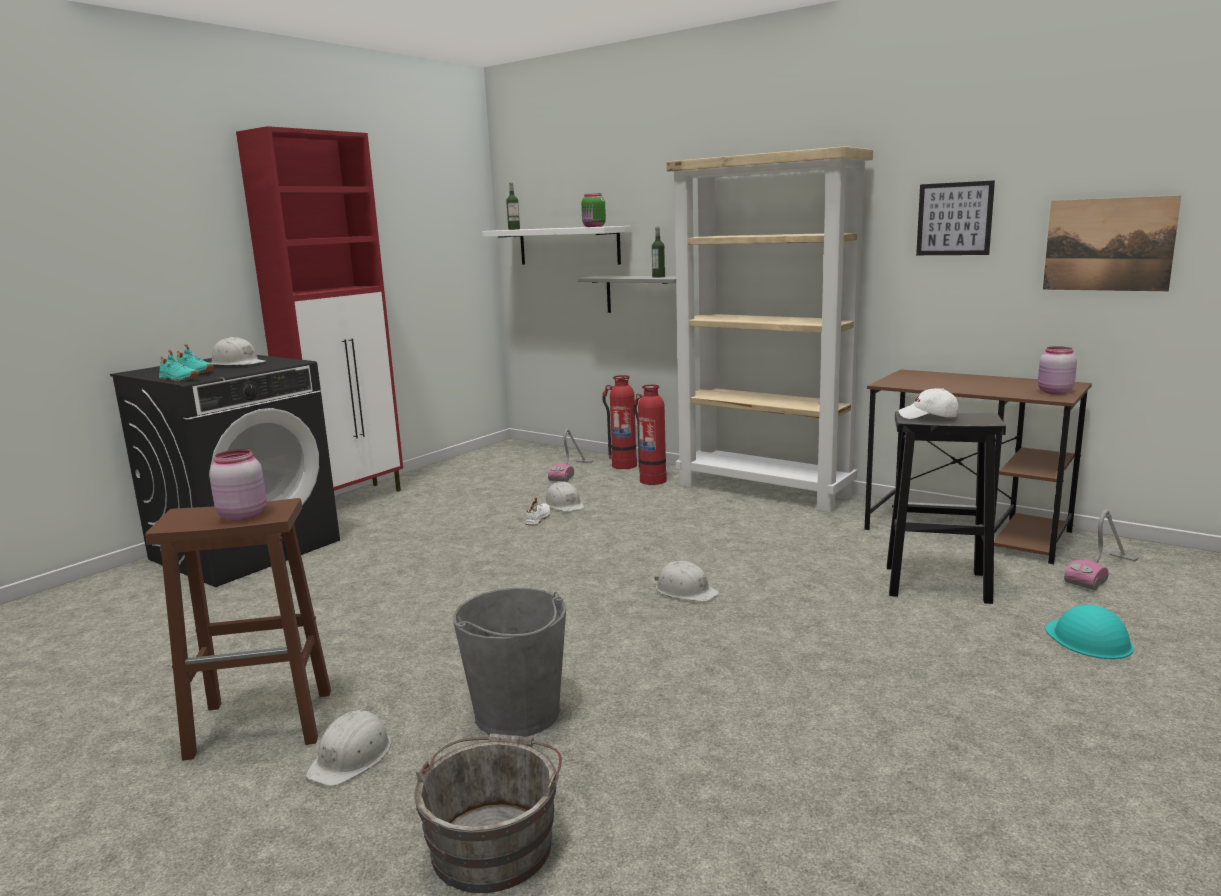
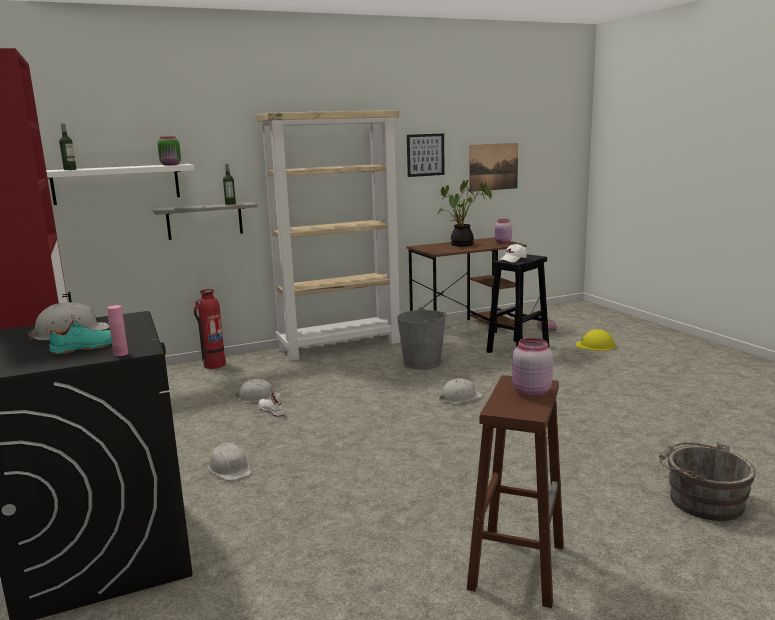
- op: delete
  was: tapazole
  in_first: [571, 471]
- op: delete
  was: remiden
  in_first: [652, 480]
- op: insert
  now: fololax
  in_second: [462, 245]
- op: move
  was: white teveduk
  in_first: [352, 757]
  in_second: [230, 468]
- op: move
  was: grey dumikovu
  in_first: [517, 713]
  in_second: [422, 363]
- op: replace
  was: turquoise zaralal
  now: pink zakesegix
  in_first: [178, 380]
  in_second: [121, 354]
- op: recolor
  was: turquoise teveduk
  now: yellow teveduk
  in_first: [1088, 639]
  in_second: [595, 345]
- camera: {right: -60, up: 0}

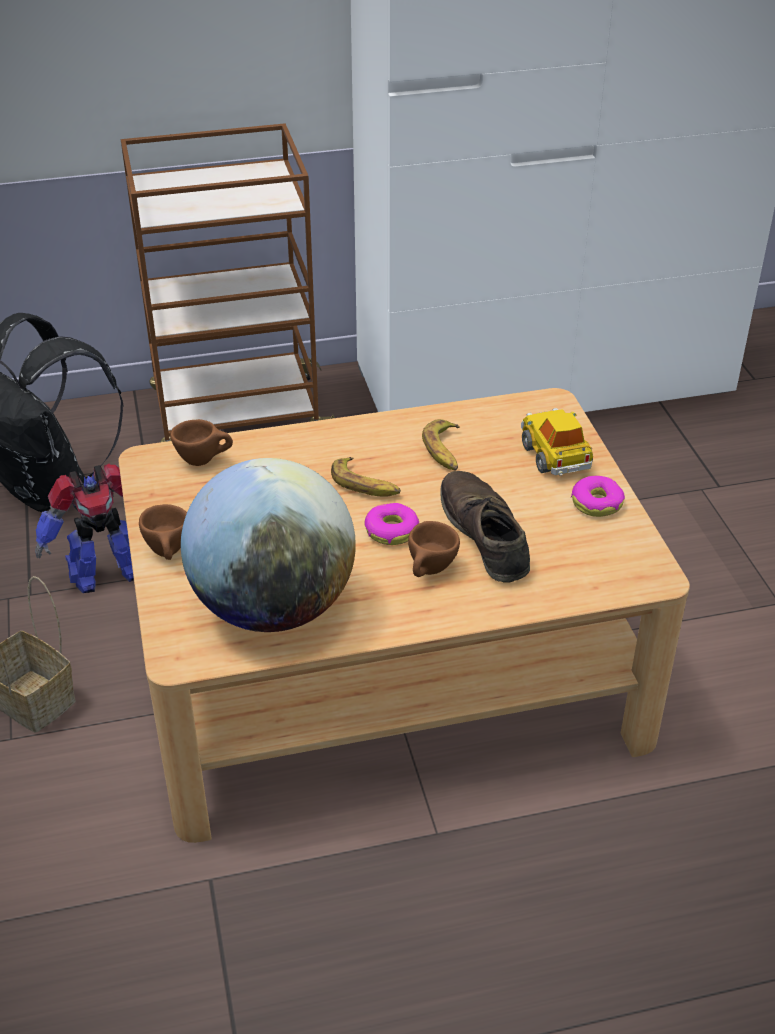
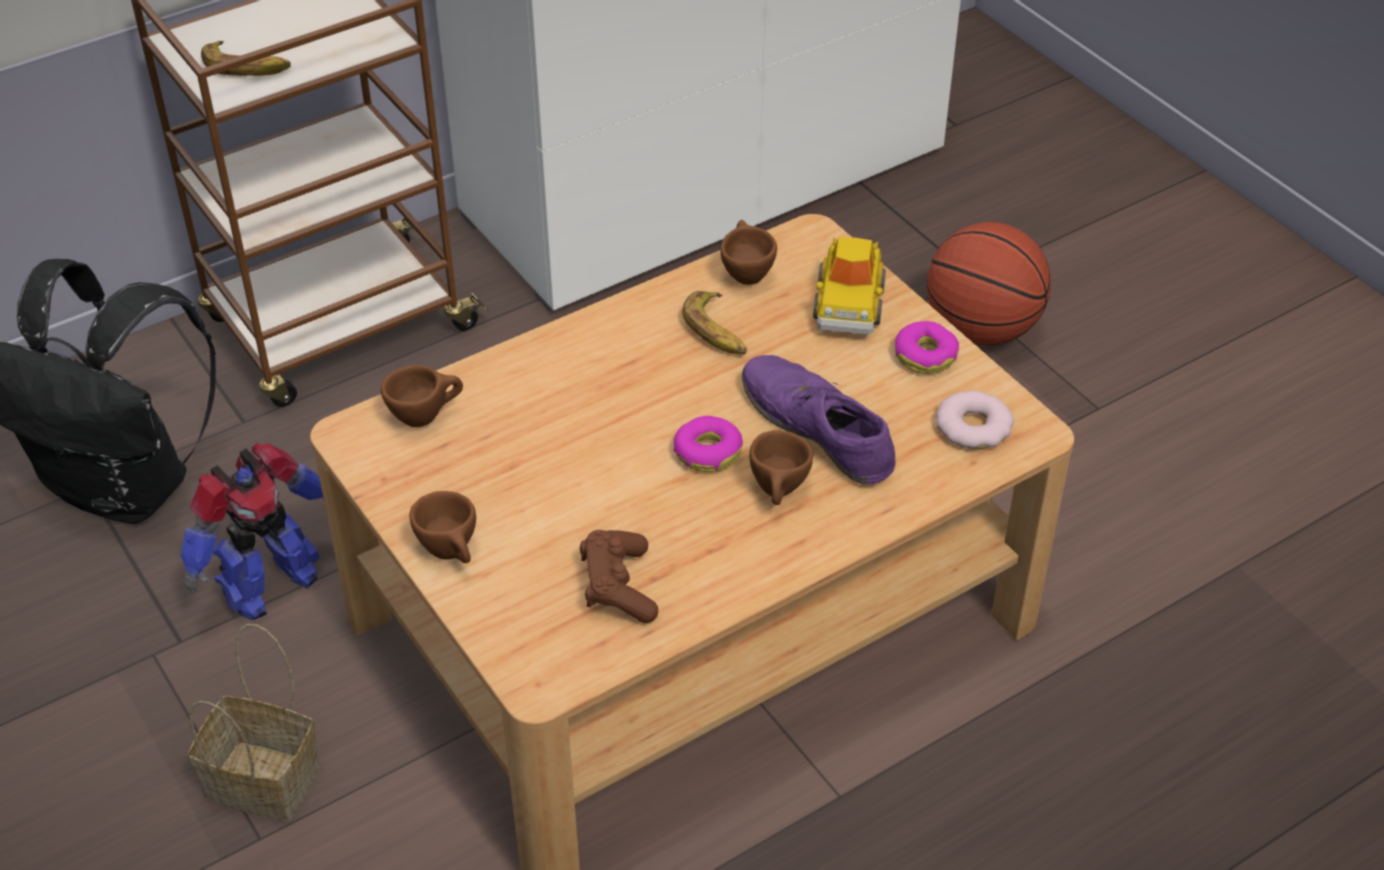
- op: insert
  now: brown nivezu
  in_second: [745, 273]
- op: insert
  now: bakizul
  in_second: [982, 329]
- op: insert
  now: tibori
  in_second: [973, 426]
- op: move
  was: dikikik
  in_first: [365, 485]
  in_second: [247, 67]
- op: replace
  was: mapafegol
  now: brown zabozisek
  in_first: [273, 607]
  in_second: [618, 587]
- op: recolor
  was: brown zaralal
  now: purple zaralal
  in_first: [484, 534]
  in_second: [817, 428]
- op: rotate
  was: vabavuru
  in_first: [555, 454]
  in_second: [848, 304]
  clockwise: -135
- camera: {right: -20, up: 5}

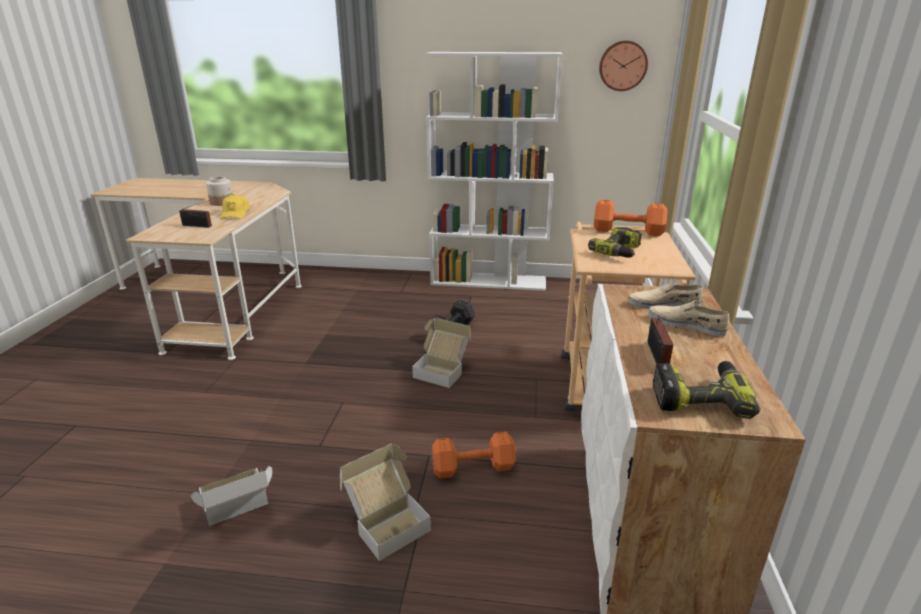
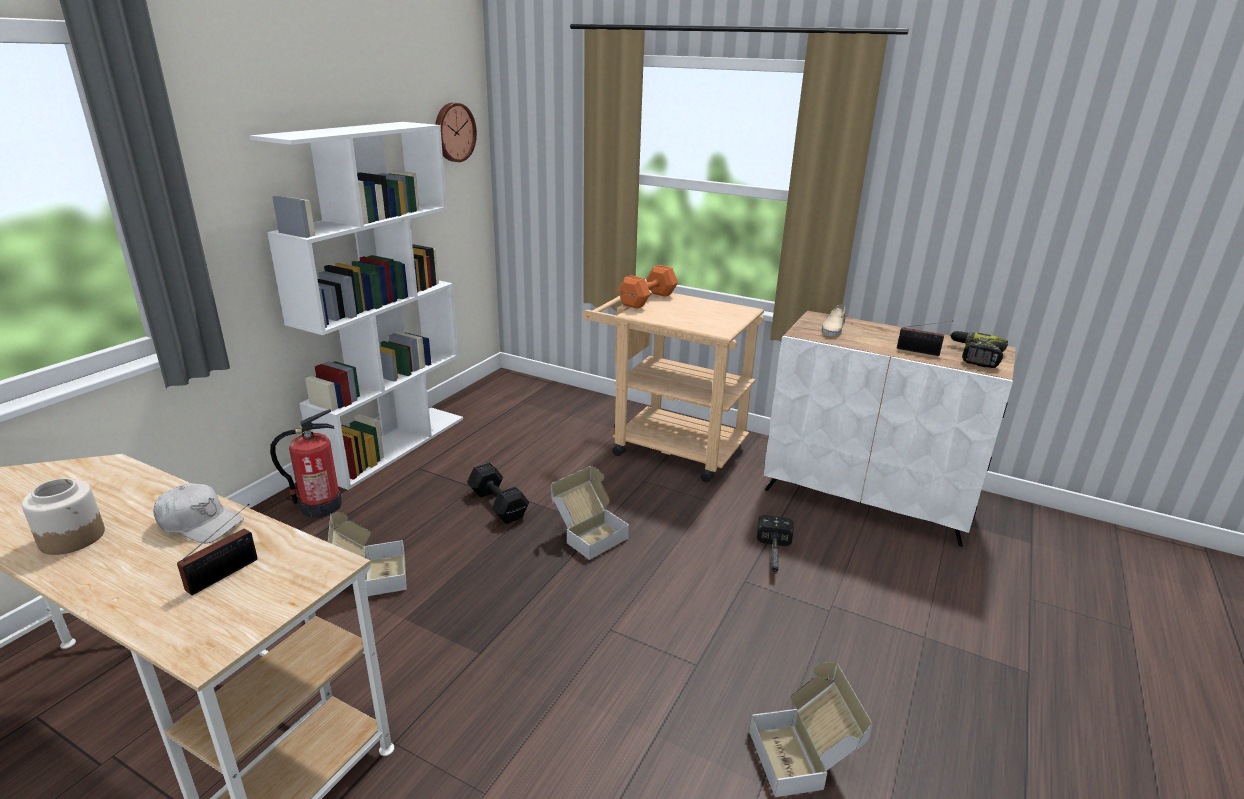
- op: delete
  was: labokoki
  in_first: [619, 252]
- op: delete
  was: beige zaralal
  in_first: [686, 324]
- op: insert
  now: remiden
  in_second: [320, 506]
- op: move
  was: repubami
  in_first: [386, 522]
  in_second: [370, 577]
- op: replace
  was: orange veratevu
  now: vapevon
  in_first: [475, 468]
  in_second: [773, 556]
- op: recolor
  was: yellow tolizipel
  now: white tolizipel
  in_first: [235, 214]
  in_second: [200, 523]
- camera: {right: -70, up: 0}

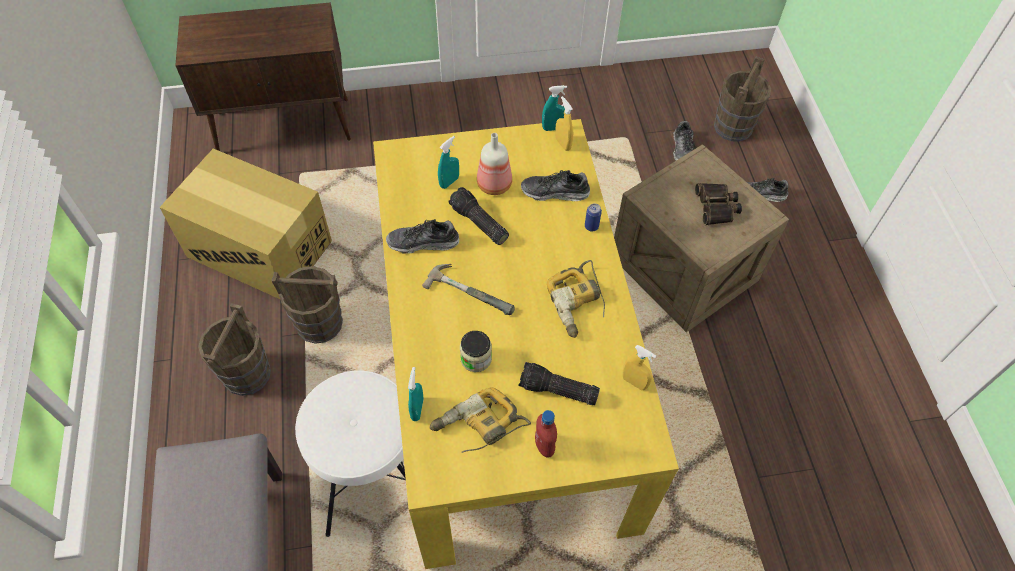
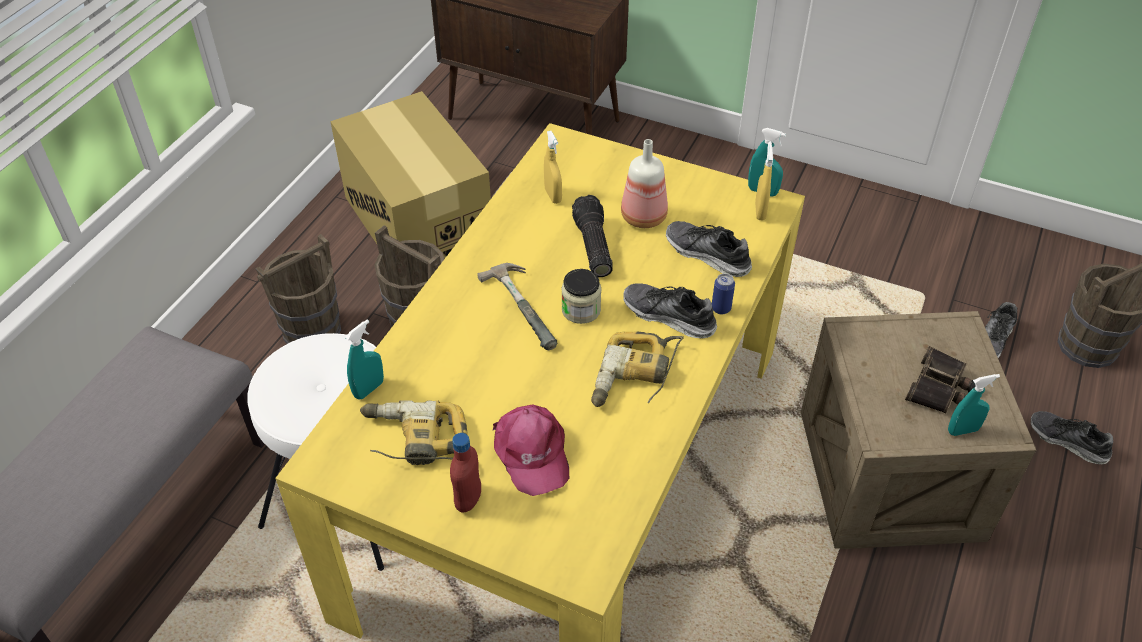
- op: move
  was: zaralal
  in_first: [423, 243]
  in_second: [669, 317]
- op: move
  was: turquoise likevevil
  in_first: [449, 182]
  in_second: [963, 430]
- op: move
  was: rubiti
  in_first: [476, 358]
  in_second: [581, 310]
- op: move
  was: yellow likevevil
  in_first: [634, 382]
  in_second: [553, 196]
- op: replace
  was: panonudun
  now: pink tolizipel
  in_first: [557, 391]
  in_second: [531, 453]
- camera: {right: 35, up: -10}

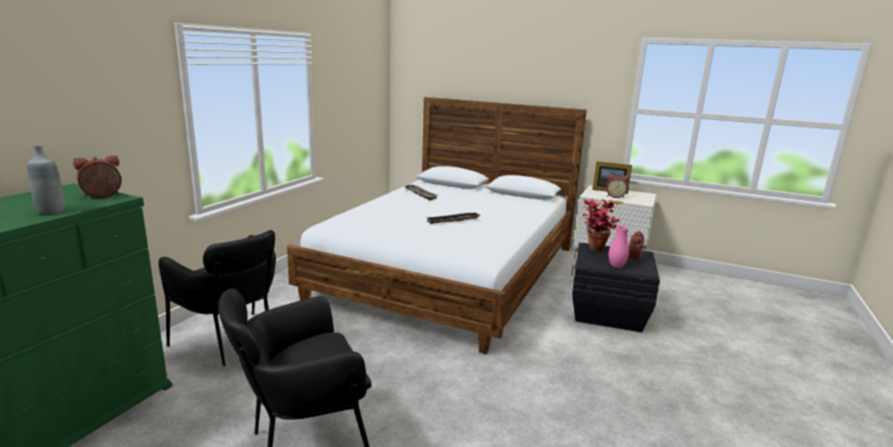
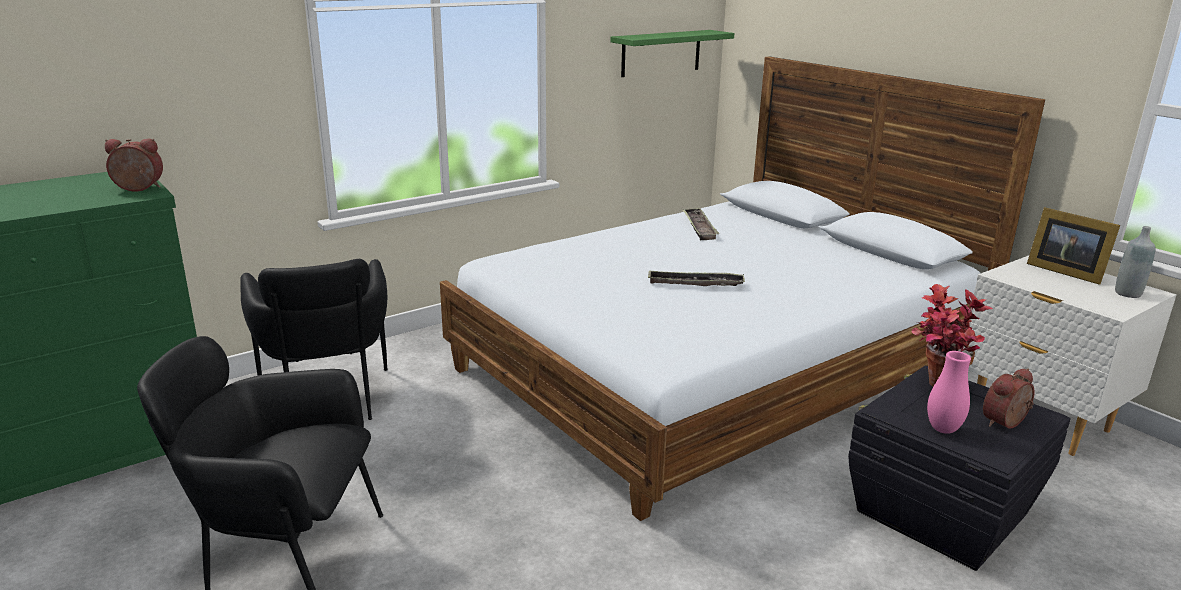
- op: delete
  was: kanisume
  in_first: [615, 196]
- op: insert
  now: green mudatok
  in_second: [661, 53]
- op: move
  was: grey zakesegix
  in_first: [51, 211]
  in_second: [1127, 293]
- camera: {right: 30, up: 5}

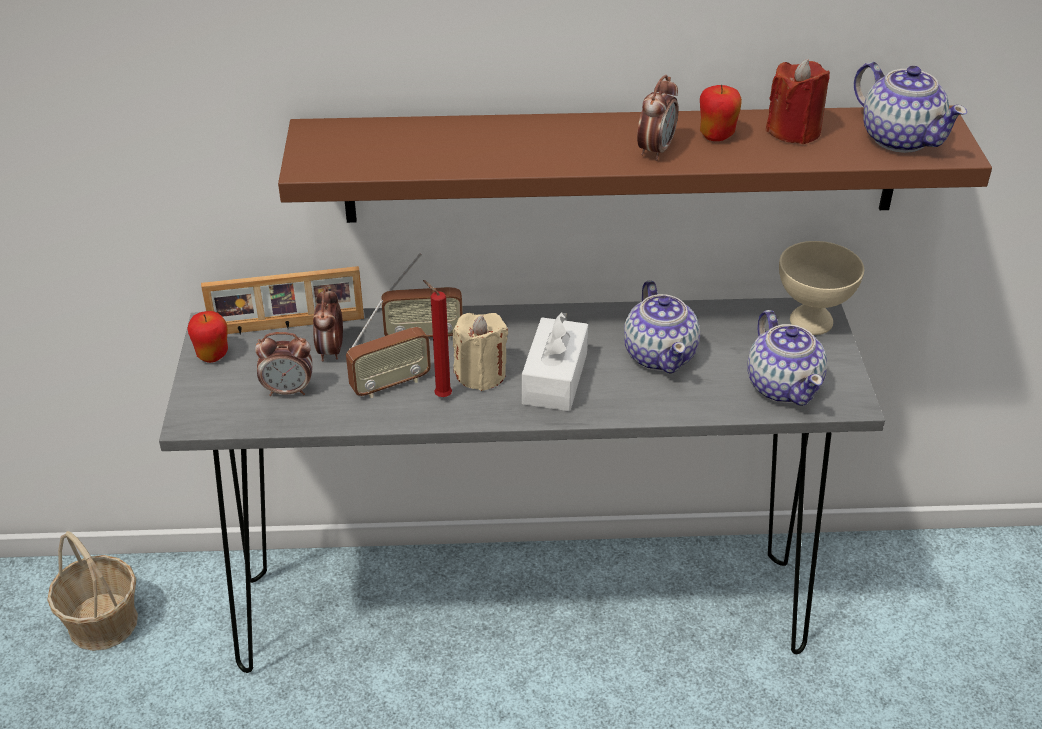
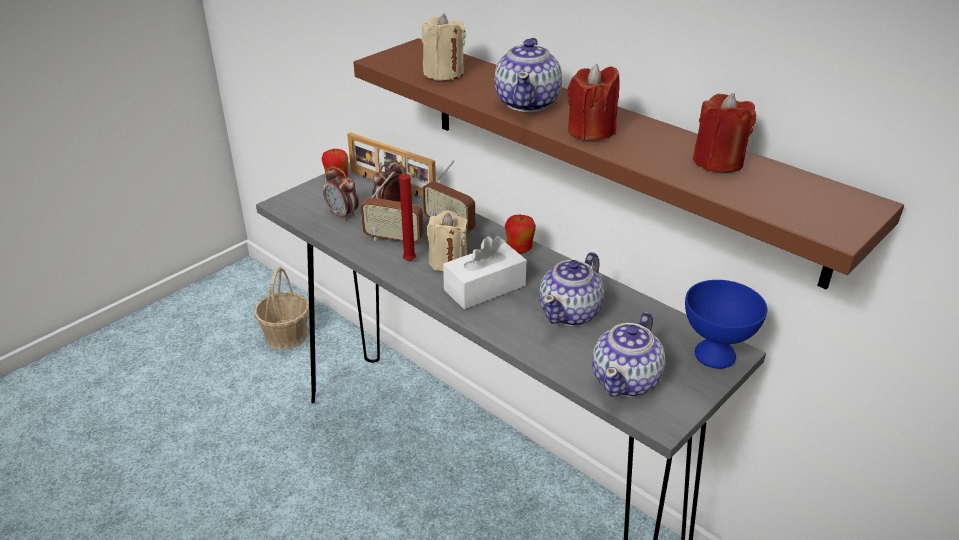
- op: insert
  now: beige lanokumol
  in_second: [443, 73]
- op: move
  was: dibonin
  in_first: [716, 136]
  in_second: [519, 250]
- op: move
  was: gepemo
  in_first: [899, 138]
  in_second: [528, 102]
- op: replace
  was: kanisume
  now: red lanokumol
  in_first: [655, 150]
  in_second: [591, 131]
- op: recolor
  was: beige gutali
  now: blue gutali
  in_first: [809, 321]
  in_second: [714, 354]
- camera: {right: 45, up: -5}

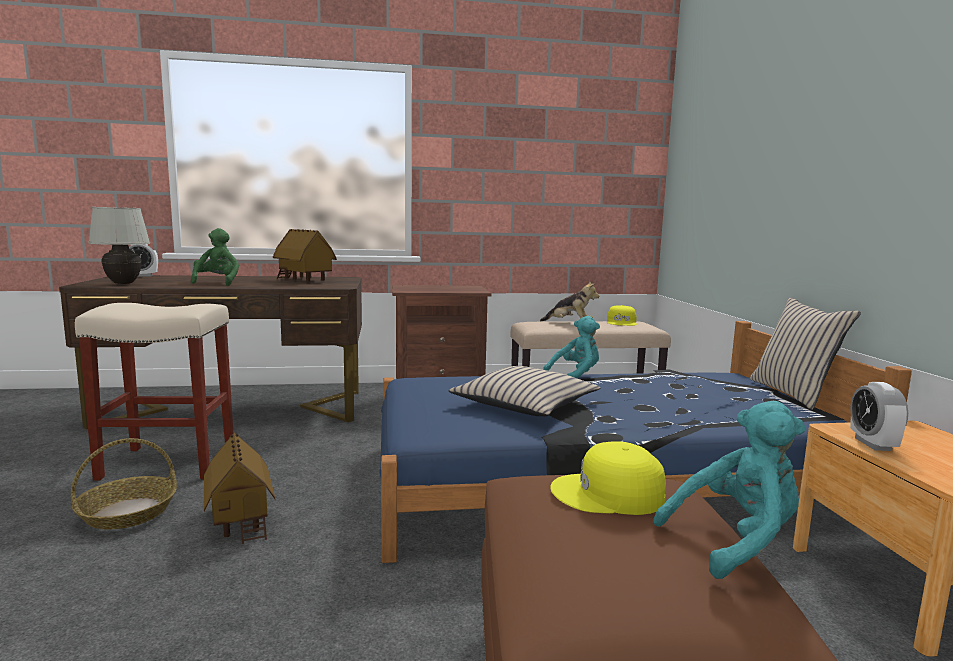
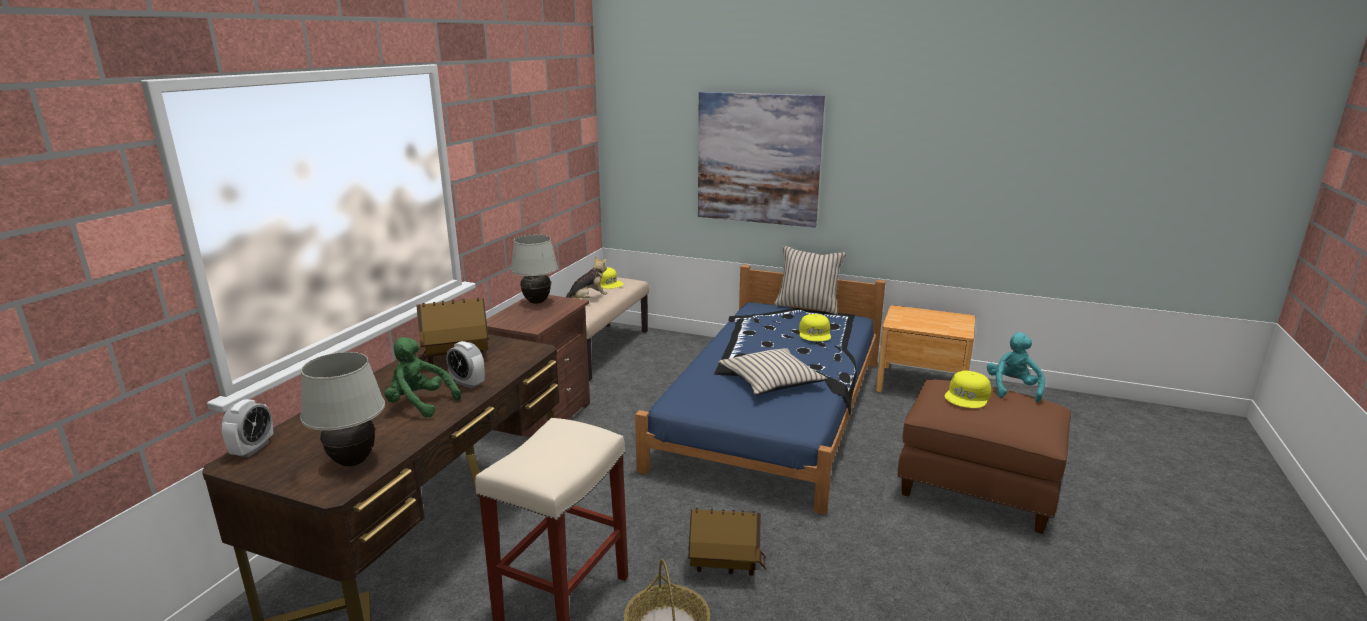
- op: delete
  was: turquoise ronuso
  in_first: [575, 376]
- op: insert
  now: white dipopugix
  in_second: [537, 302]
- op: insert
  now: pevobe
  in_second: [758, 159]
- op: insert
  now: yellow tolizipel
  in_second: [815, 333]
- op: move
  was: kanisume
  in_first: [873, 444]
  in_second: [467, 383]
- camera: {right: -60, up: 10}

